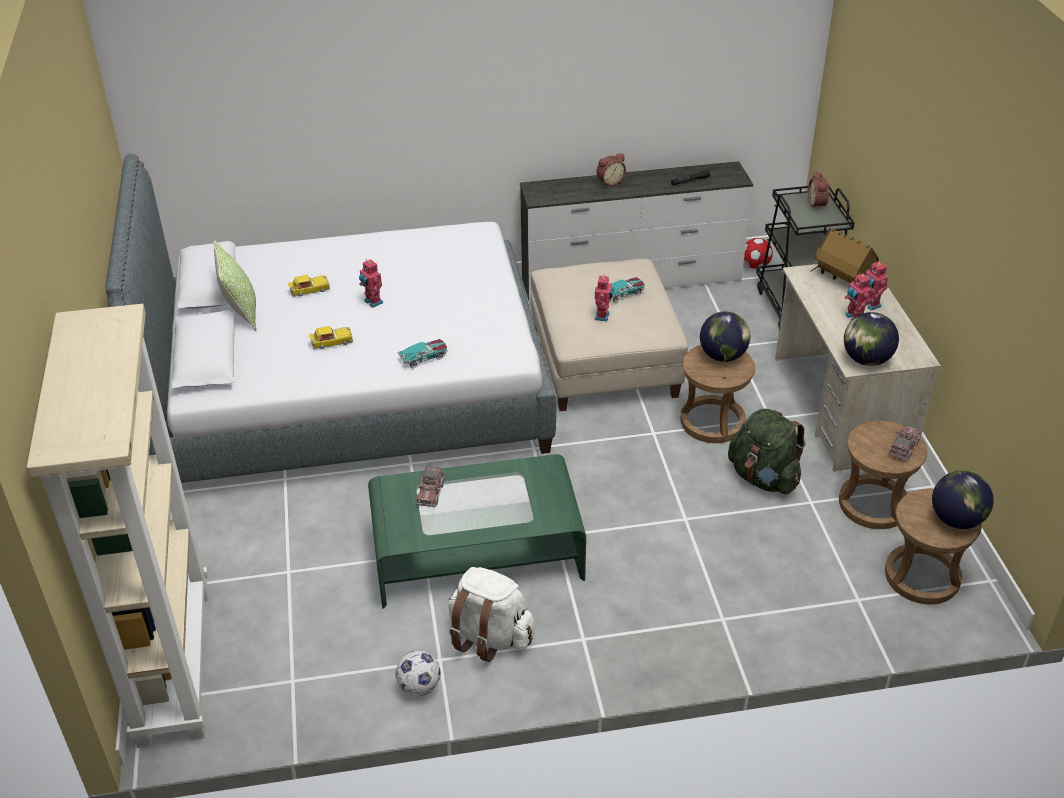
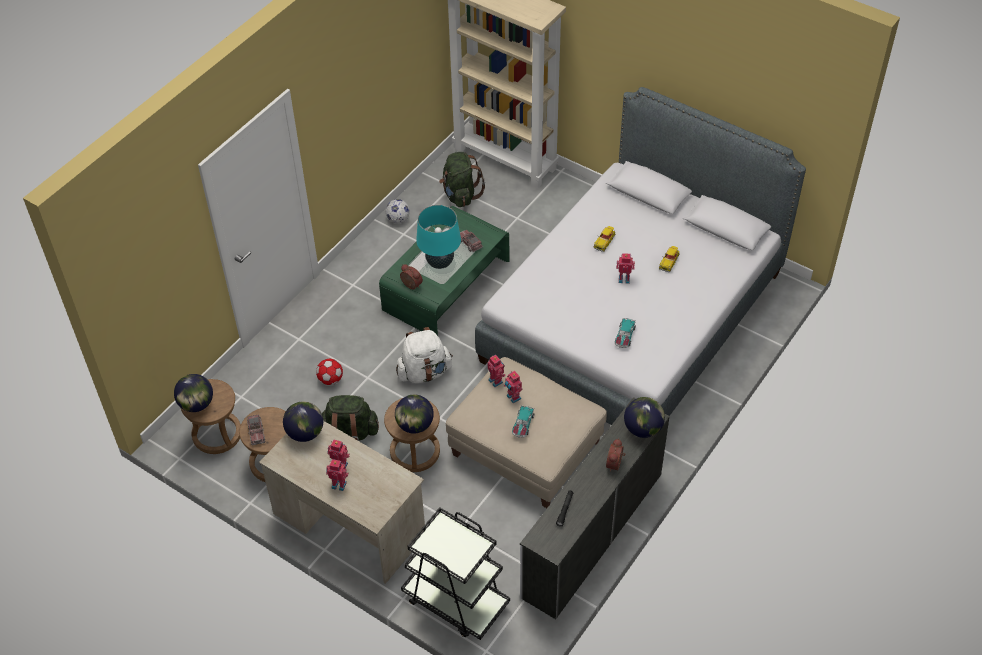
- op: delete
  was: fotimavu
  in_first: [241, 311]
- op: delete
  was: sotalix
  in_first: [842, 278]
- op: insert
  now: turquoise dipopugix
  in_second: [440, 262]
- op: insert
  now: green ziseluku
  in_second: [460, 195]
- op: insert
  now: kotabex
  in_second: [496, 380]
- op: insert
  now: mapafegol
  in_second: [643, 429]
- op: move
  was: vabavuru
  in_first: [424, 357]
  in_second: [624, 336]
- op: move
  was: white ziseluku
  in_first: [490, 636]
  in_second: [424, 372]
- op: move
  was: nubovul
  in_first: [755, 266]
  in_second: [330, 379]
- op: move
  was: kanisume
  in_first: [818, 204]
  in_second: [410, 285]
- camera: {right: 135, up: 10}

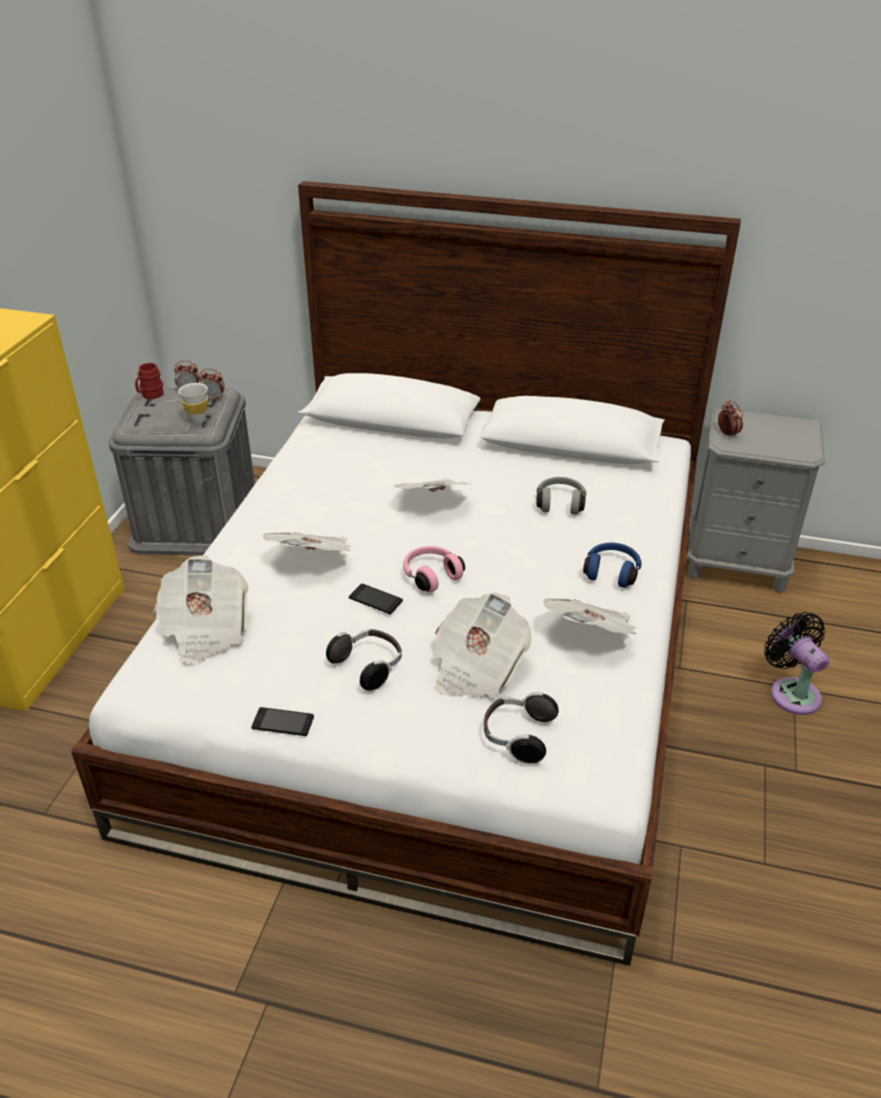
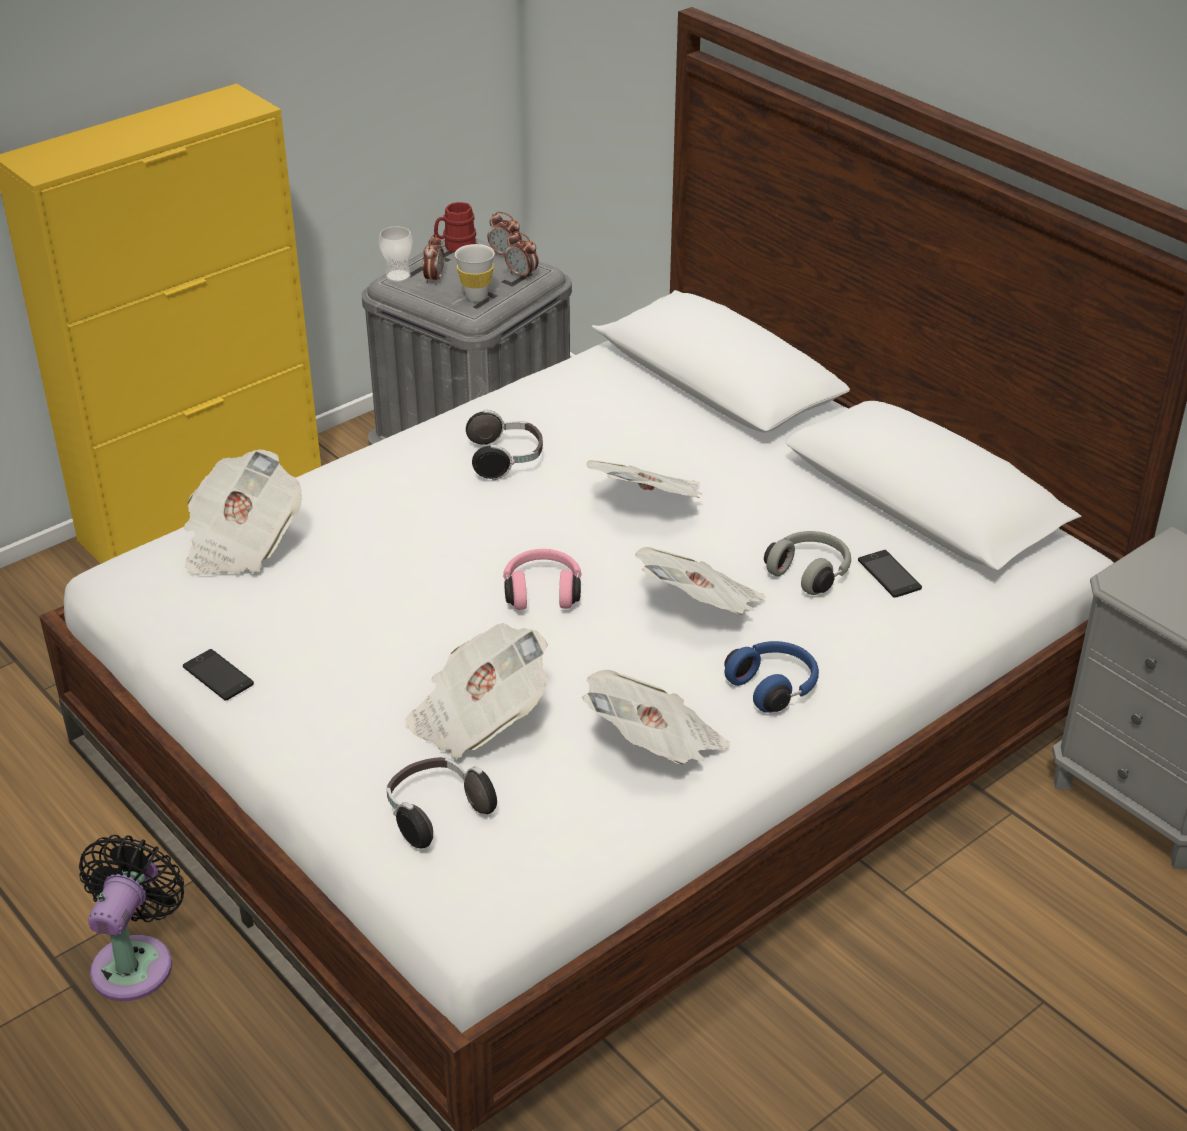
- op: insert
  now: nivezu
  in_second: [398, 276]
- op: move
  was: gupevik
  in_first: [313, 559]
  in_second: [701, 608]
- op: move
  was: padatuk
  in_first: [369, 666]
  in_second: [506, 459]
- op: move
  was: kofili
  in_first: [375, 599]
  in_second: [889, 574]
- op: move
  was: kanisume
  in_first: [727, 434]
  in_second: [434, 279]
- op: move
  was: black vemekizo
  in_first: [792, 692]
  in_second: [136, 961]
- camera: {right: 35, up: 0}

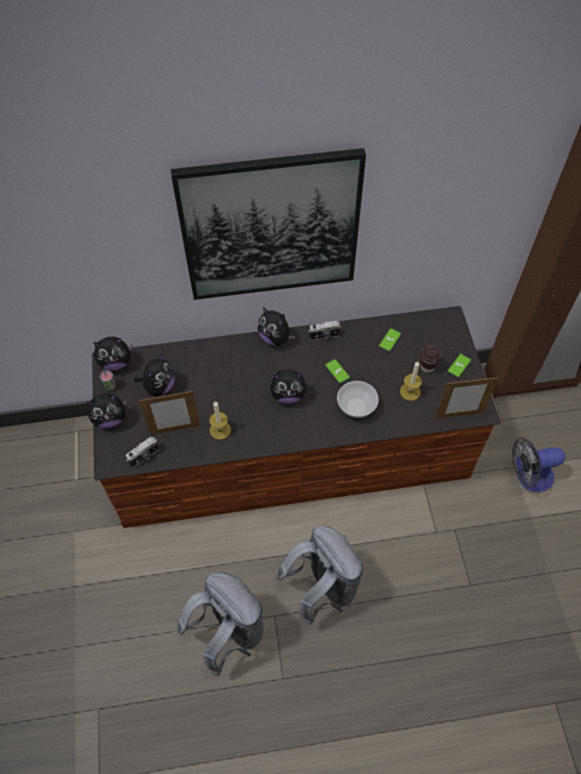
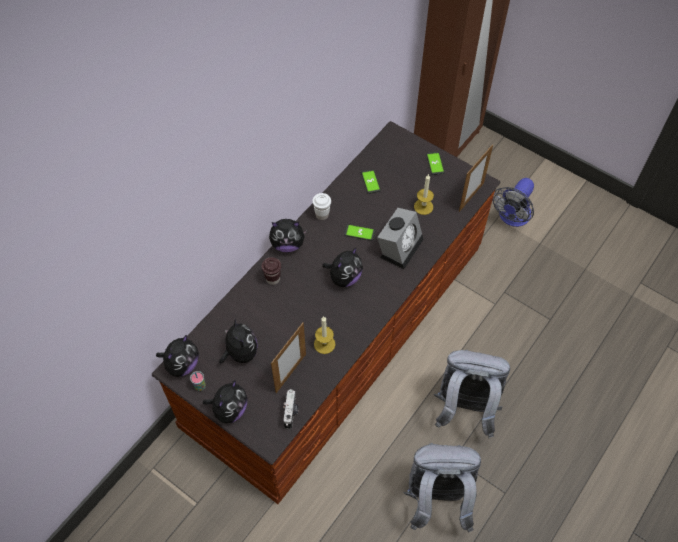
- op: delete
  was: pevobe
  in_first: [270, 227]
- op: move
  was: brown nivezu
  in_first: [427, 367]
  in_second: [273, 279]
- op: replace
  was: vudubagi
  now: white nivezu
  in_first: [324, 336]
  in_second: [322, 215]
- op: replace
  was: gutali
  now: kanisume
  in_first: [356, 406]
  in_second: [400, 246]
- camera: {right: -45, up: 0}

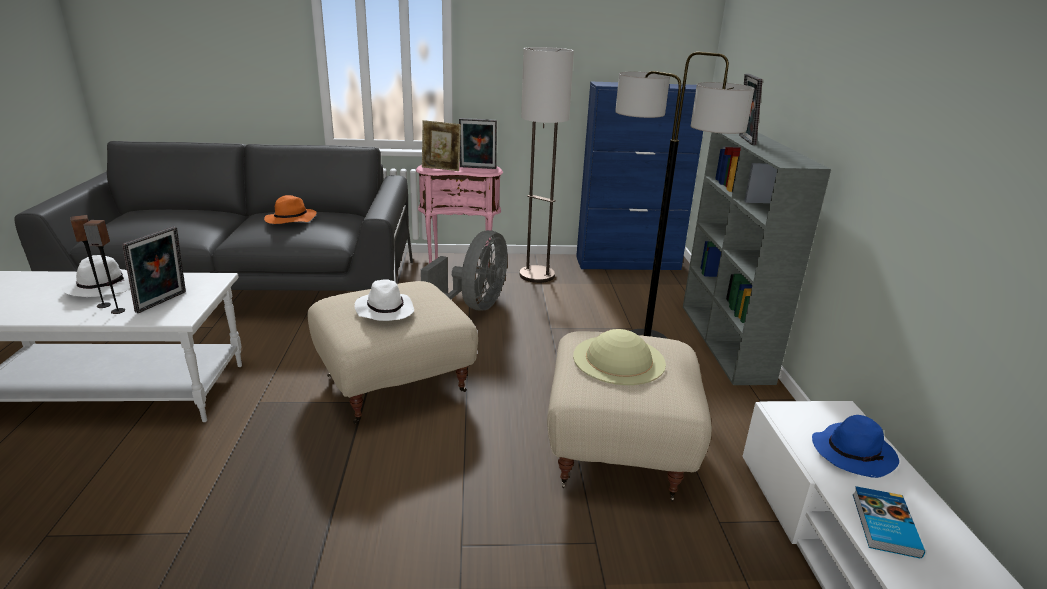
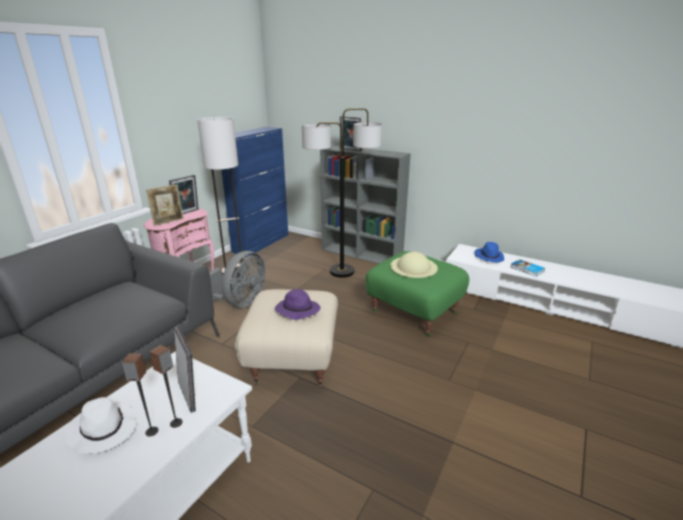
- op: delete
  was: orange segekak
  in_first: [290, 220]
- op: recolor
  was: white segekak
  now: purple segekak
  in_first: [384, 310]
  in_second: [297, 310]
- op: recolor
  was: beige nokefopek
  now: green nokefopek
  in_first: [617, 449]
  in_second: [414, 312]
- op: rotate
  was: grey vemekizo
  in_first: [474, 305]
  in_second: [240, 303]
  clockwise: 60
- camera: {right: -55, up: 0}

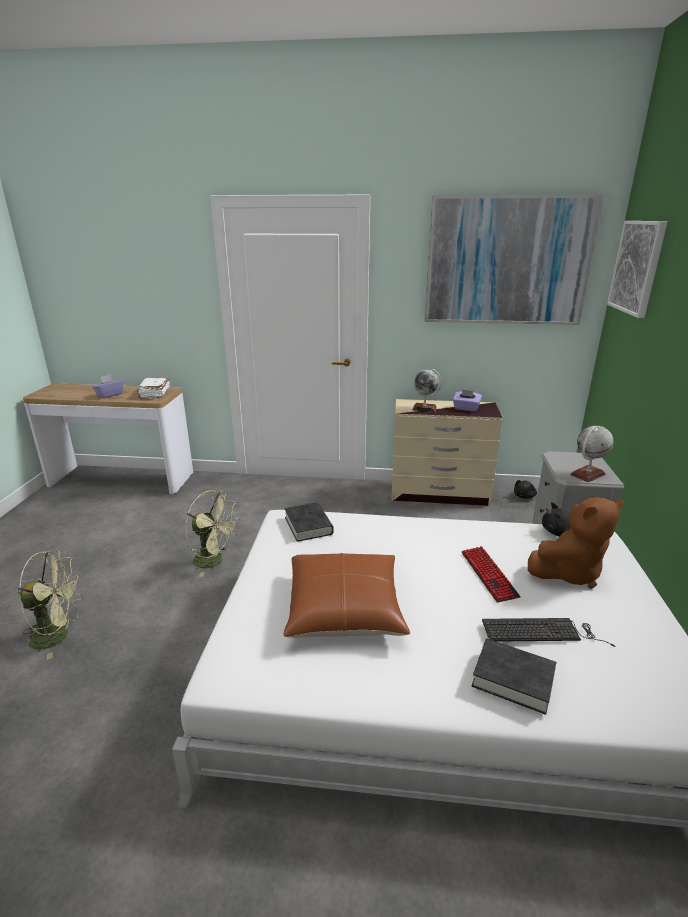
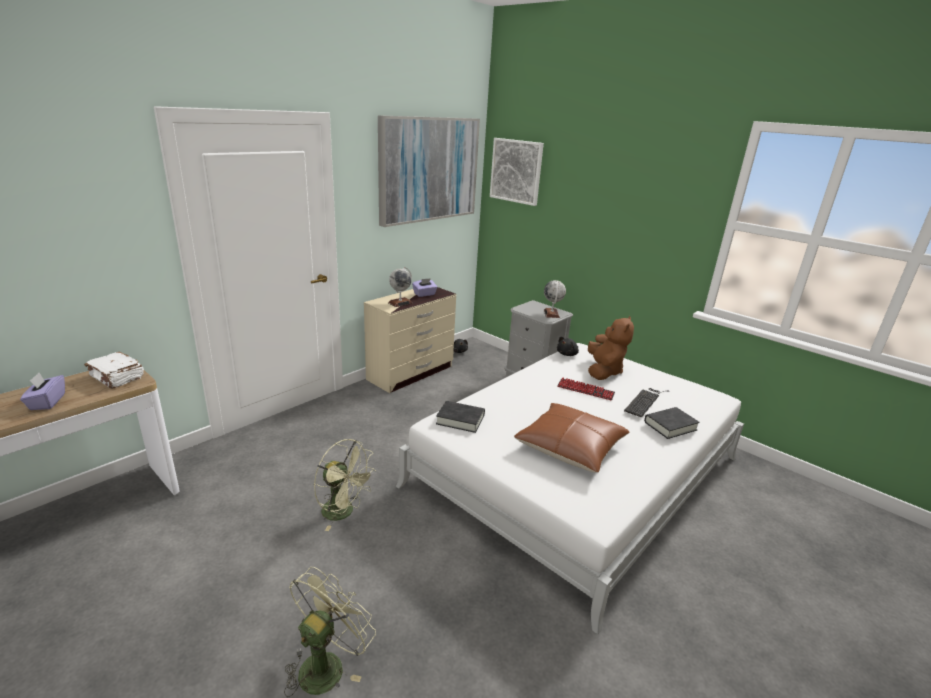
- op: rotate
  was: green vemekizo
  in_first: [214, 561]
  in_second: [344, 512]
  clockwise: 60
- camera: {right: -55, up: 0}

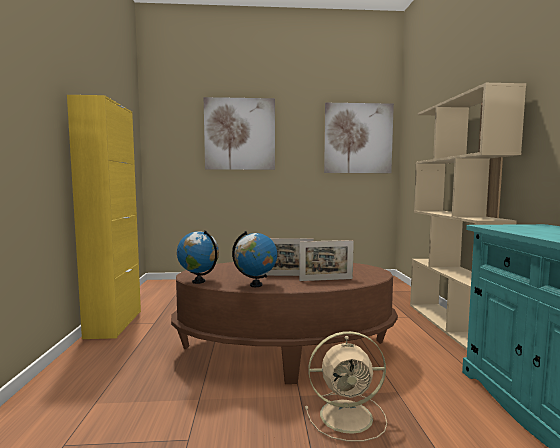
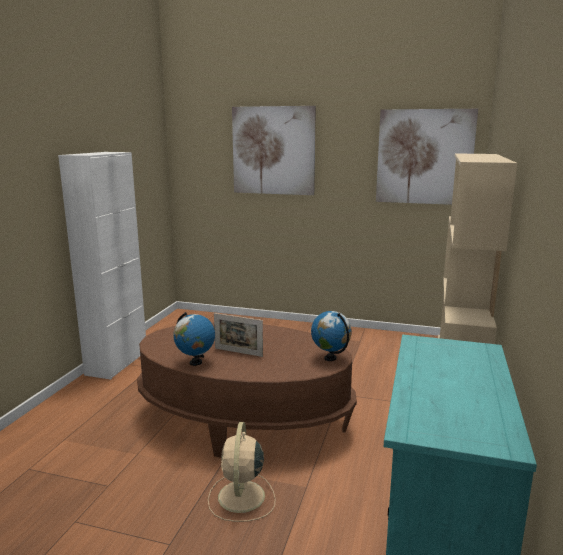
- op: delete
  was: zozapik
  in_first: [326, 280]
- op: move
  was: mapafegol
  in_first: [199, 281]
  in_second: [330, 358]
- op: recolor
  was: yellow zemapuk
  now: white zemapuk
  in_first: [114, 324]
  in_second: [117, 363]
- op: rotate
  was: beige vemekizo
  in_first: [348, 416]
  in_second: [241, 498]
  clockwise: 75
- camera: {right: 20, up: 10}

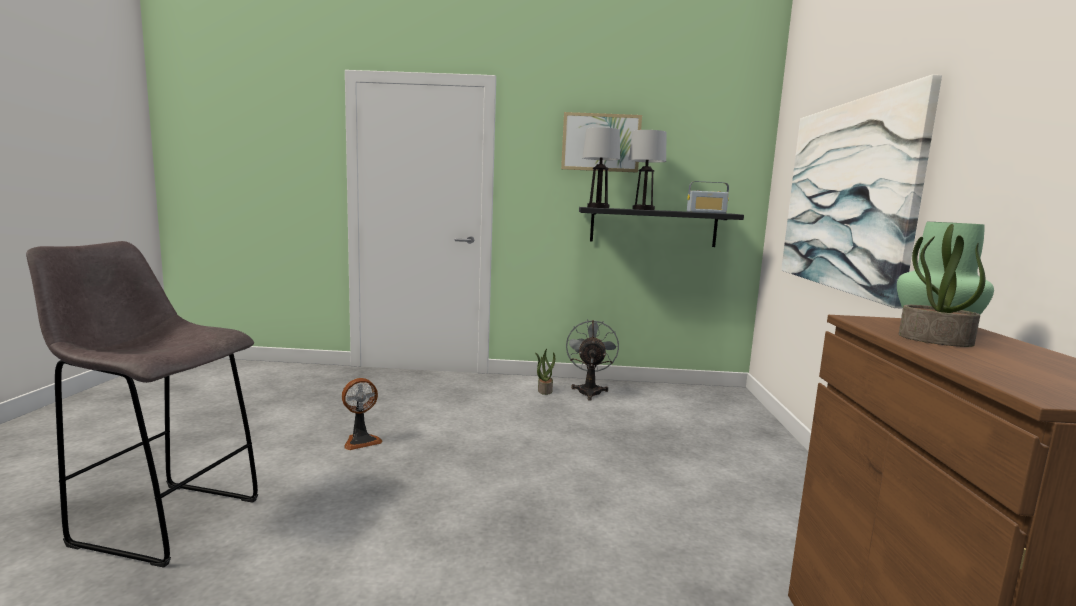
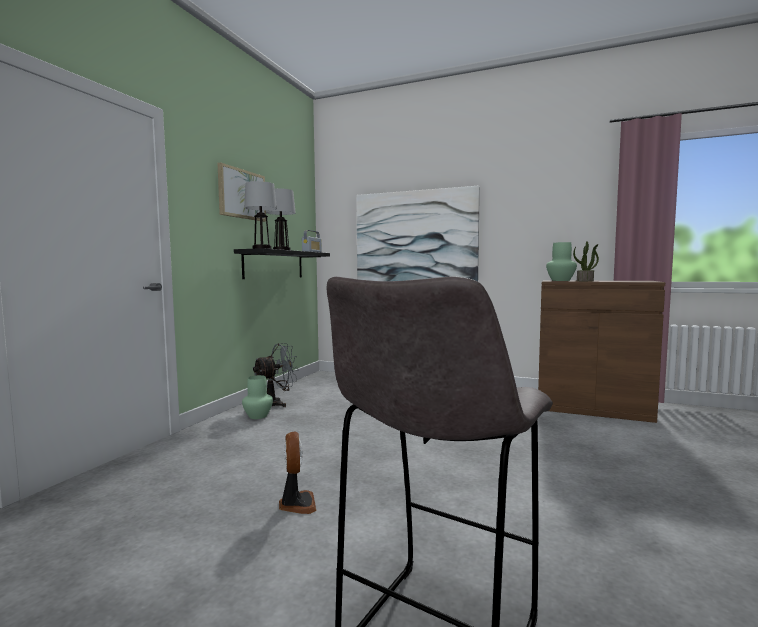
- op: replace
  was: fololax
  now: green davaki
  in_first: [544, 390]
  in_second: [257, 416]
- op: rotate
  was: grey vemekizo
  in_first: [589, 390]
  in_second: [276, 403]
  clockwise: 120
- camera: {right: -70, up: -5}

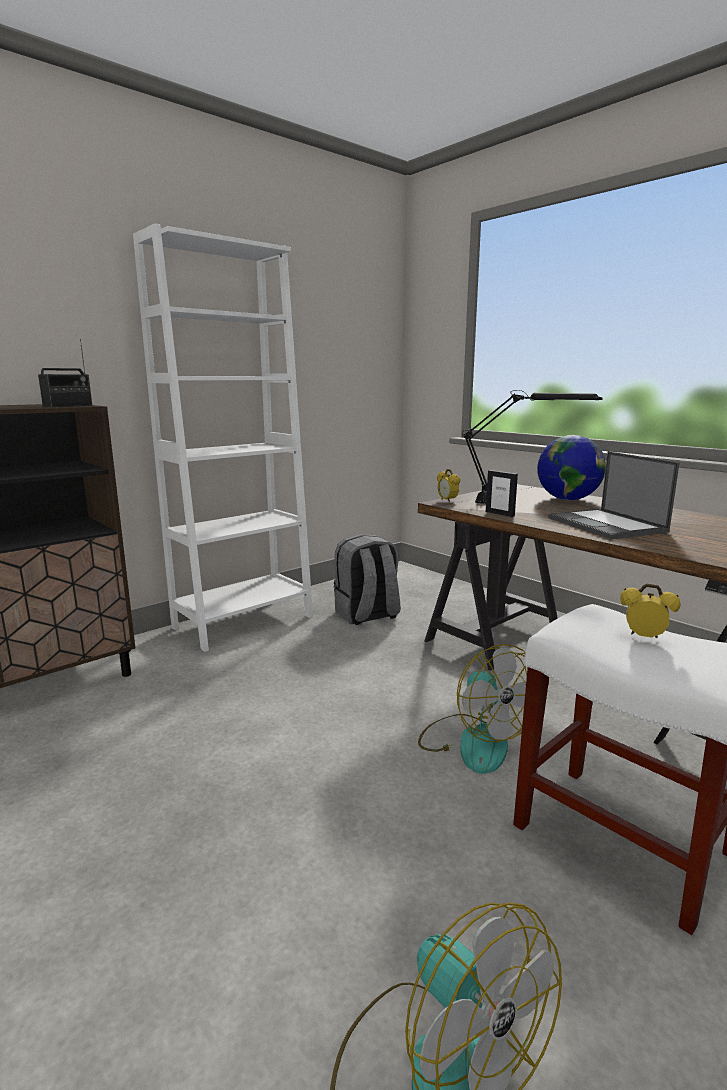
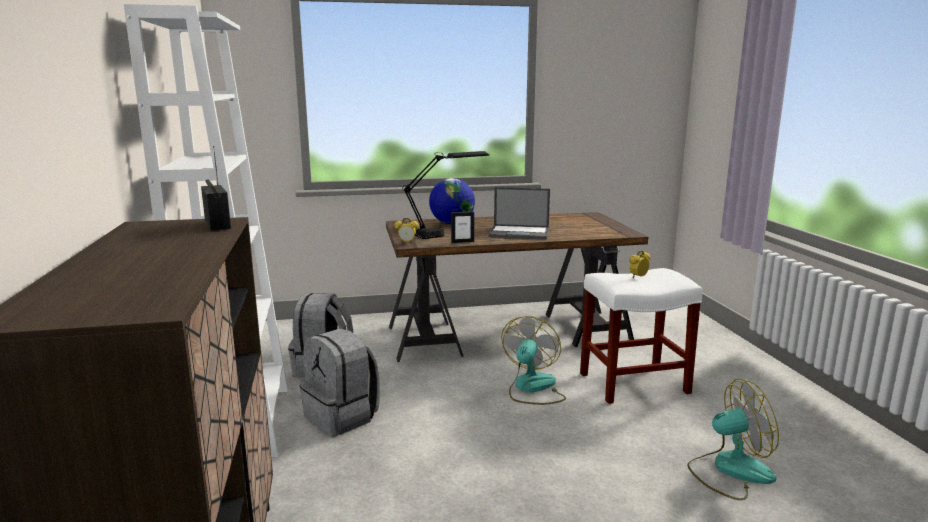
- op: insert
  now: grey ziseluku
  in_second: [342, 417]
- op: rotate
  was: vemekizo
  in_first: [473, 741]
  in_second: [532, 388]
  clockwise: -75
- camera: {right: -60, up: 0}

